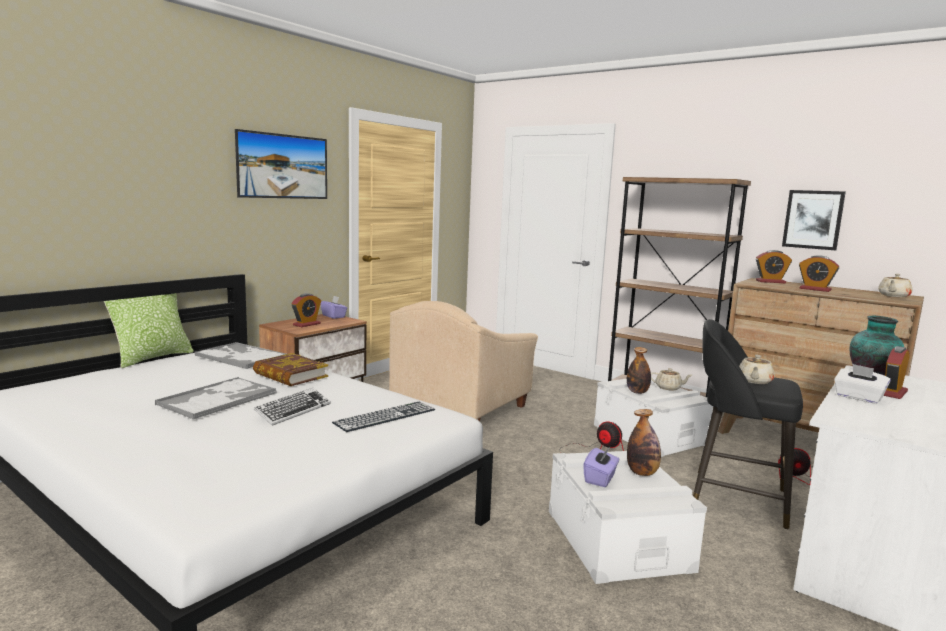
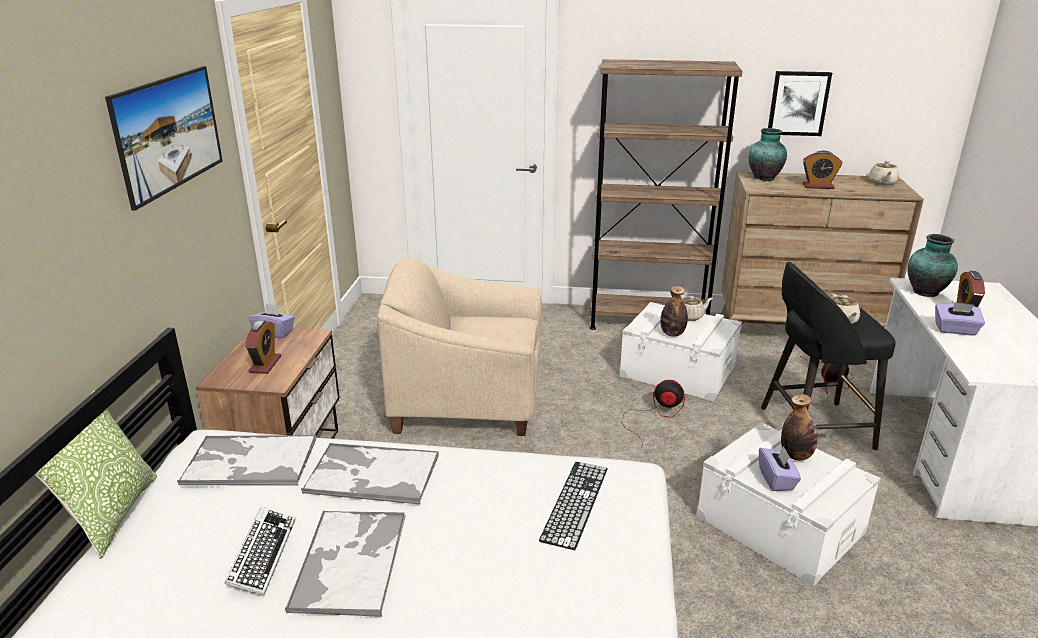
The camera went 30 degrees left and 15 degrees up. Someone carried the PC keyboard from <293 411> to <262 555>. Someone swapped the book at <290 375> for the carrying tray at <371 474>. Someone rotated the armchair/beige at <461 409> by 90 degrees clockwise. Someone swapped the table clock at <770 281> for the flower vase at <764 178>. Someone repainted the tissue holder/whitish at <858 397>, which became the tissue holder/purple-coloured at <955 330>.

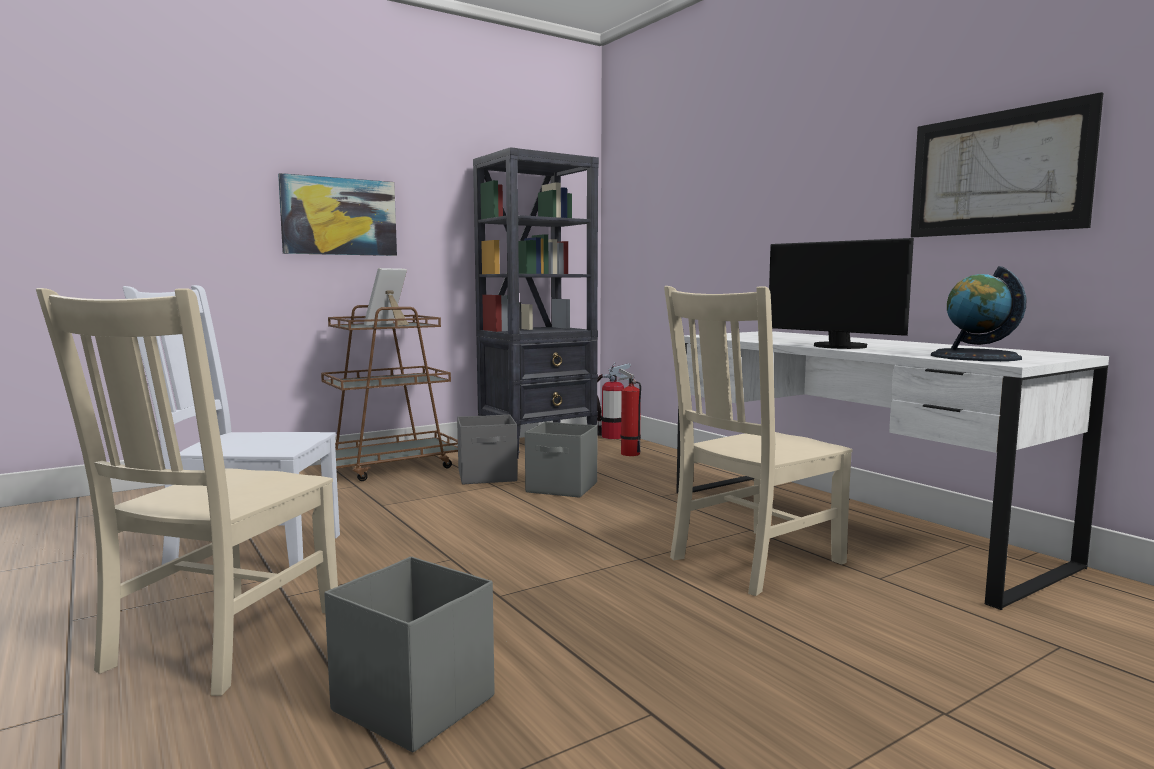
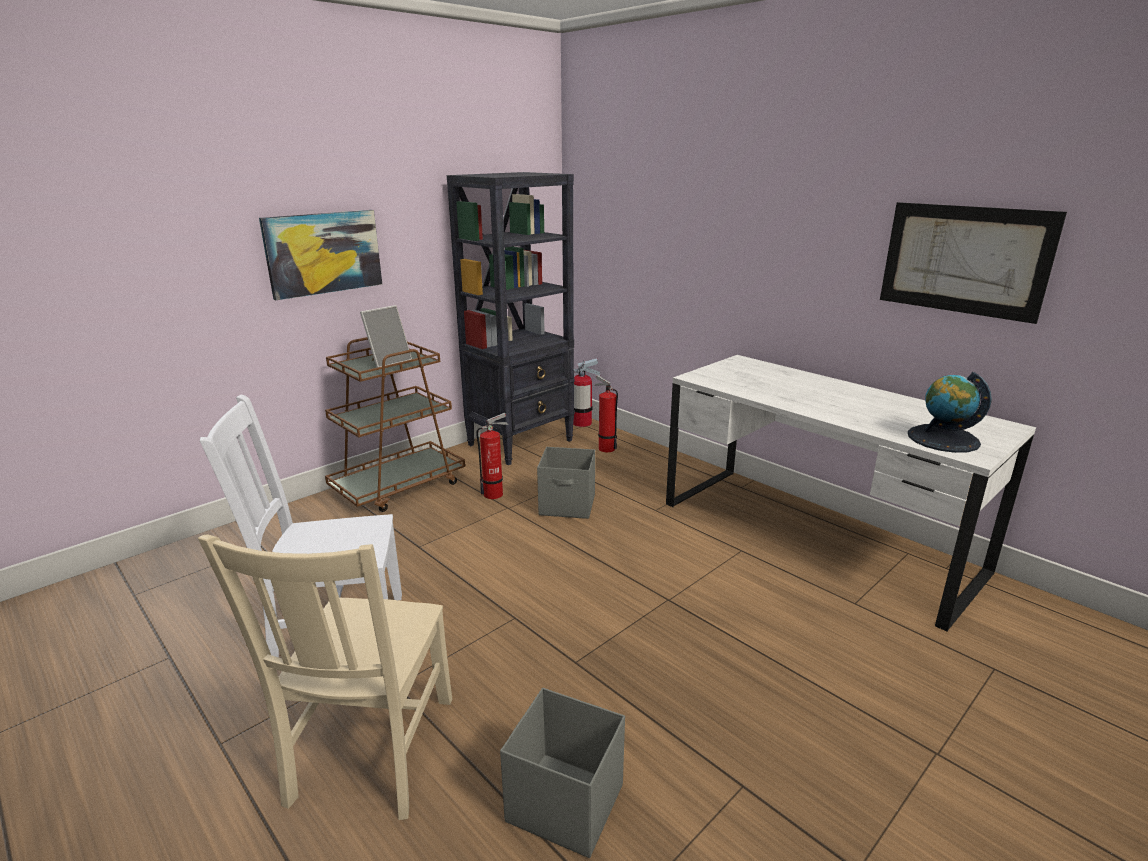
The camera went 10 degrees left and 15 degrees up. Someone rotated the photo frame at <388 325> by 150 degrees counterclockwise. Someone swapped the storage bin/greyish at <488 476> for the fire-fighting cylinder at <495 494>. Someone took away the chair/beige at <752 561>. Someone took away the monitor at <837 346>.

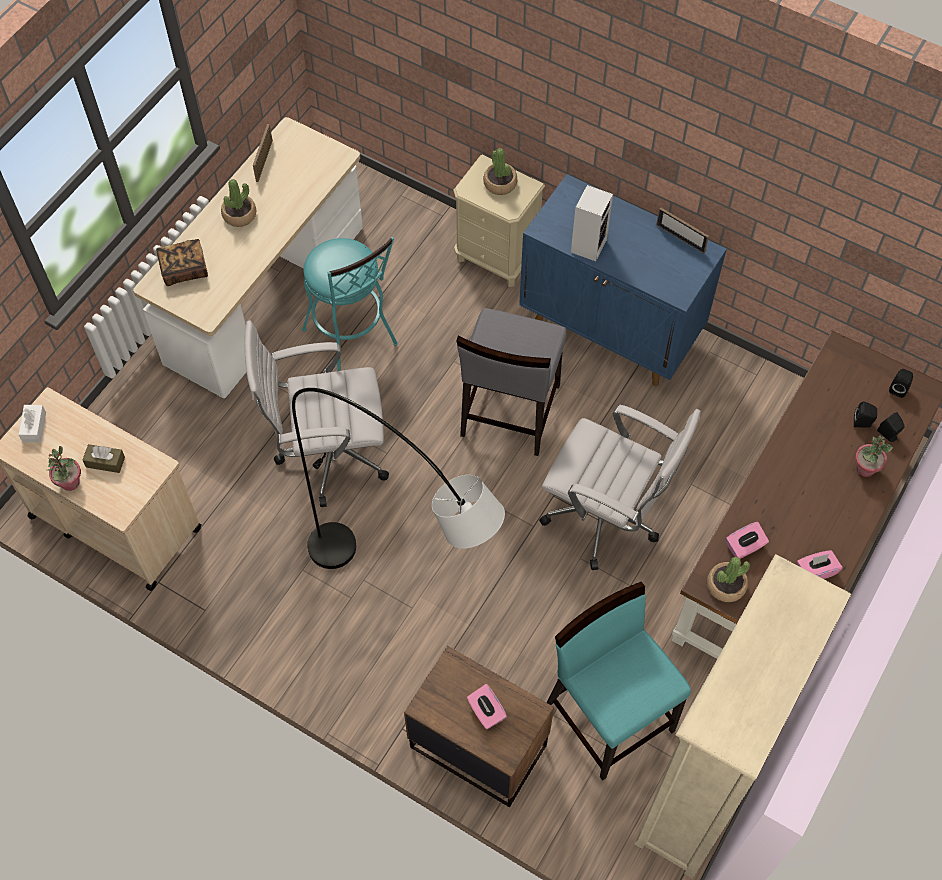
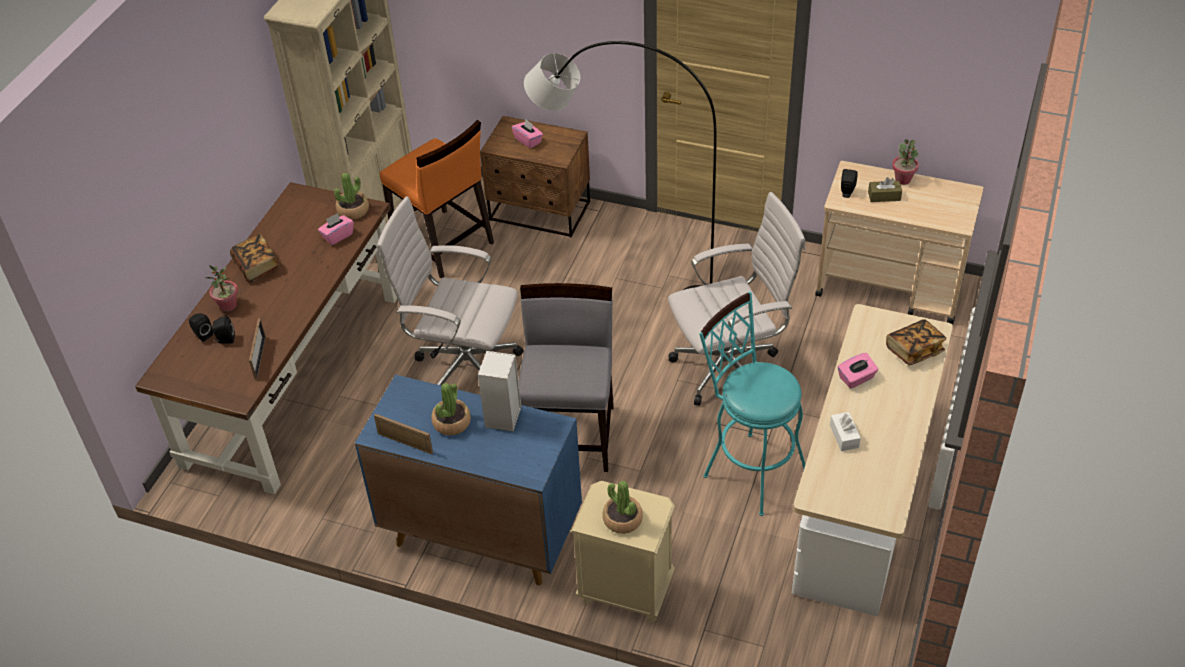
The camera went 170 degrees right and 15 degrees down. Someone put down the book at <257 266>. Someone carried the photo frame from <264 161> to <260 358>. Someone repainted the chair/turquoise at <610 715>, which became the chair/orangey at <443 244>. Someone carried the potted plant from <239 215> to <451 422>. Someone carried the tissue holder/whitish from <34 427> to <844 436>. Someone carried the tissue holder/pink from <815 571> to <856 378>. Someone carried the speaker/blackish from <898 388> to <846 193>.

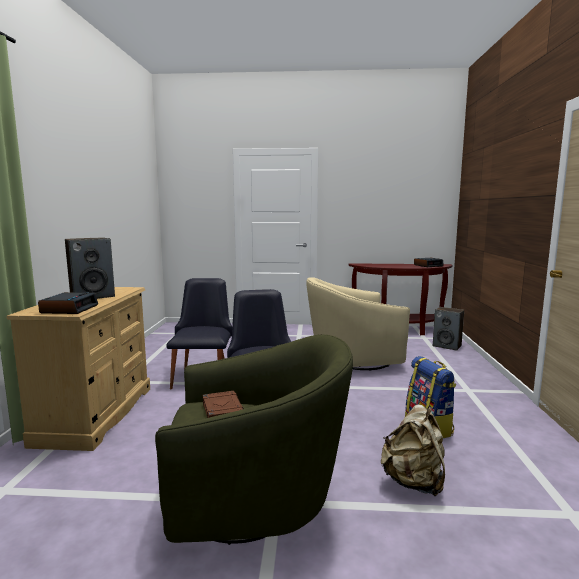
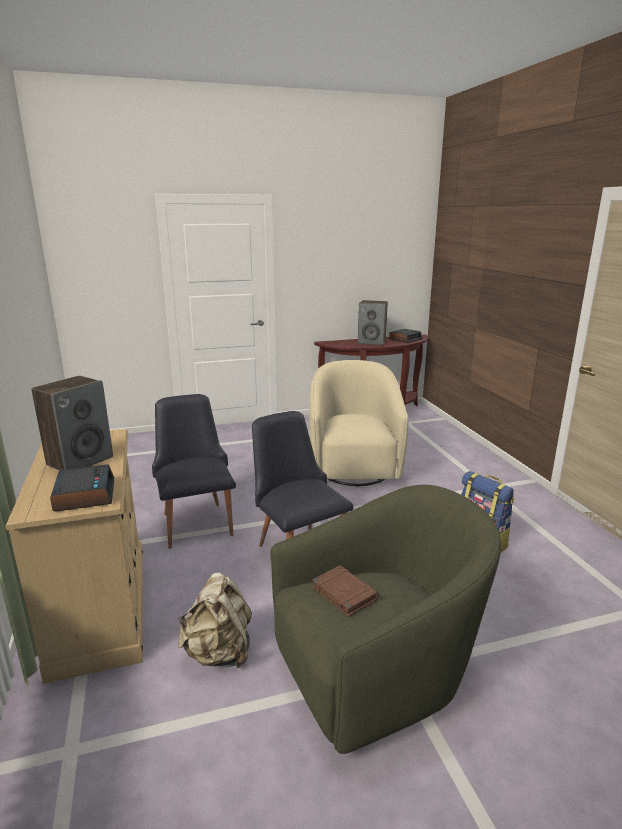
The camera went 20 degrees left and 10 degrees up. Someone carried the backpack/beige from <414 482> to <219 653>. Someone rotated the armchair/beige at <353 360> by 120 degrees clockwise. Someone carried the speaker from <447 346> to <372 342>.

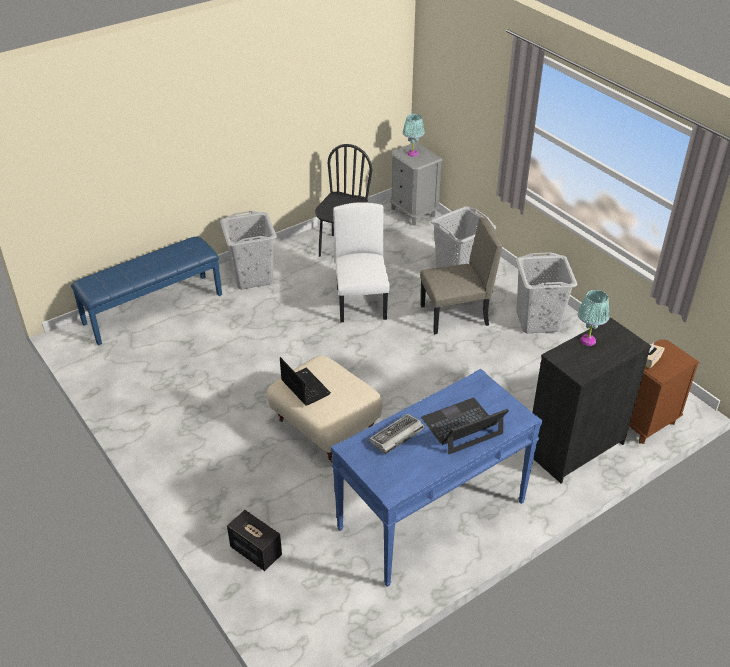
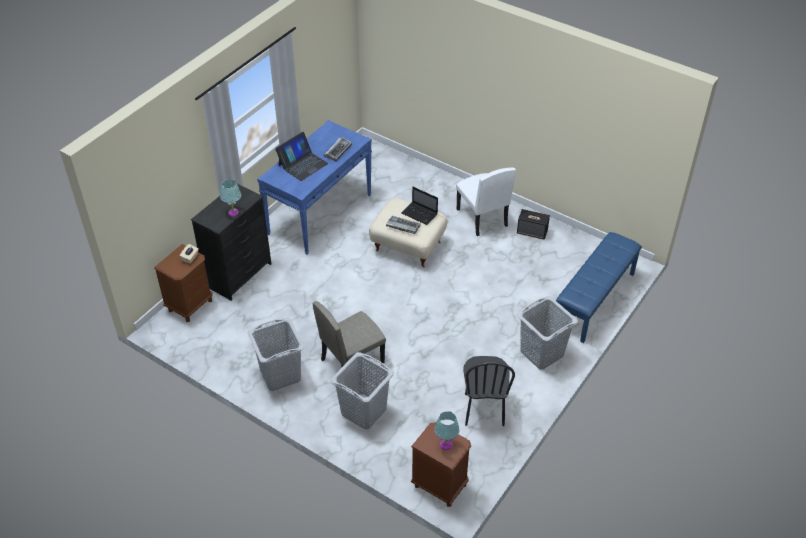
The camera went 160 degrees right and 5 degrees up. Someone put down the PC keyboard at <402 226>. Someone repainted the nightstand/greyish at <413 212>, which became the nightstand/brown at <439 486>. Someone carried the chair/whitish from <361 303> to <481 217>. Someone carried the speaker from <255 551> to <532 232>.

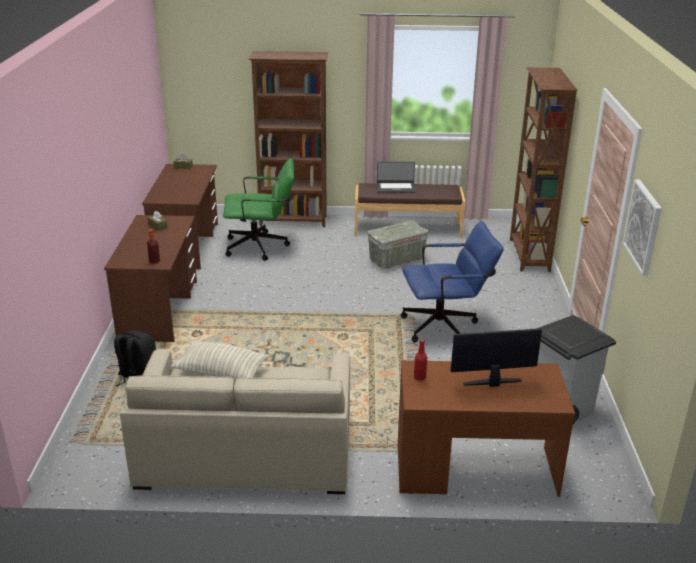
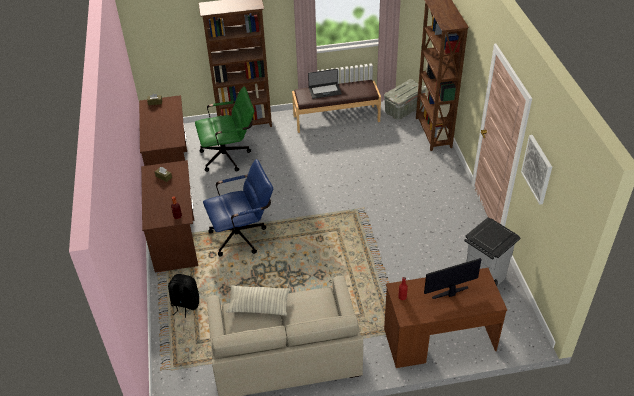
The camera went 10 degrees left and 15 degrees up. Someone carried the office chair/blue-coloured from <446 326> to <243 236>. Someone carried the storage bin/greyish from <397 259> to <403 109>.

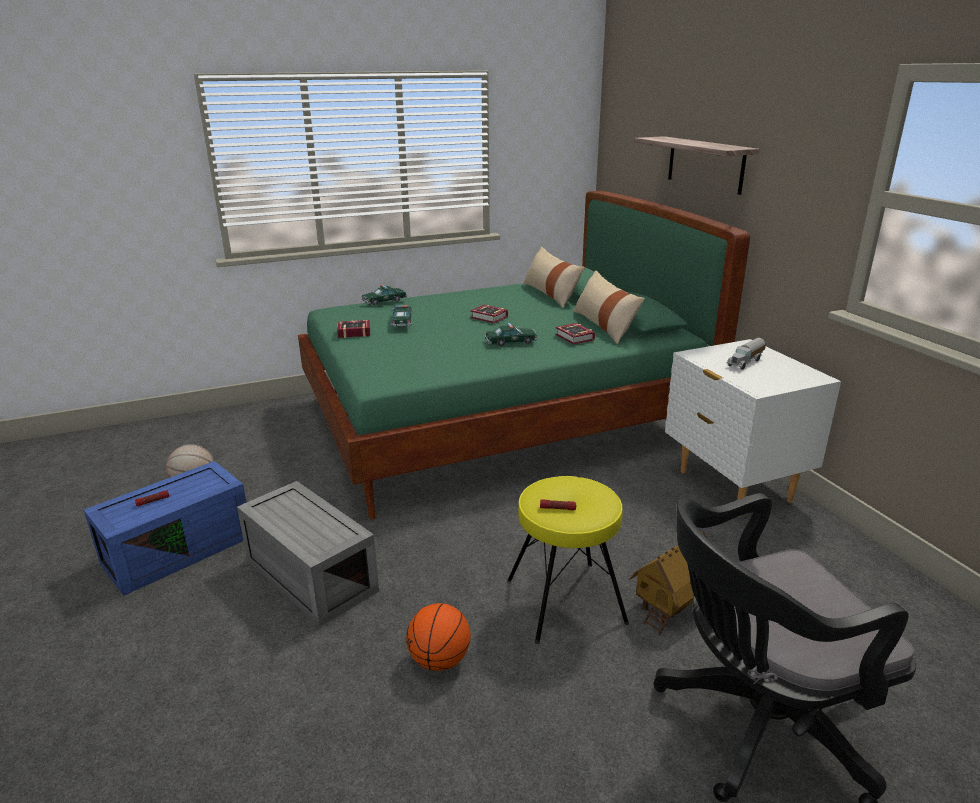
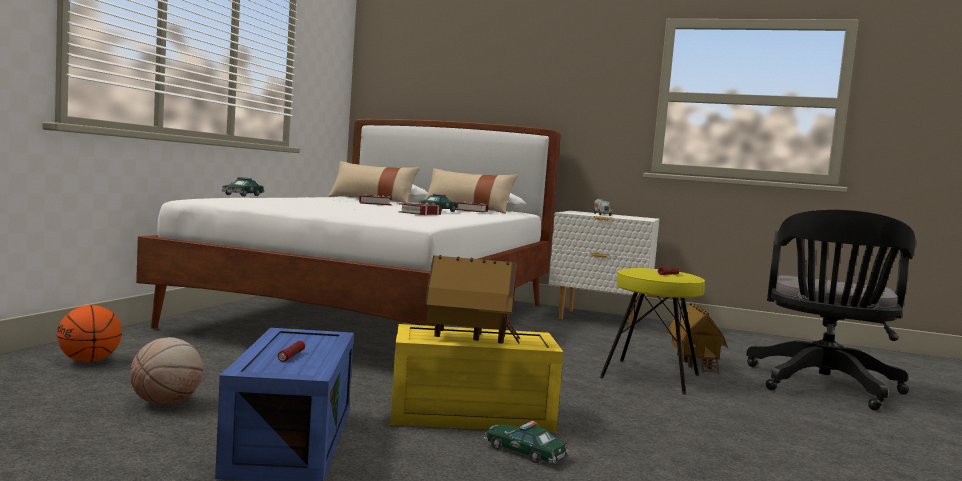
The camera went 50 degrees left and 20 degrees down. Someone carried the basketball ball from <439 661> to <89 361>. Someone repainted the bedroom bed/green-coloured at <500 420>, which became the bedroom bed/whitish at <379 316>. Someone repainted the storage bin/greyish at <308 575>, which became the storage bin/yellowish at <469 415>. Someone carried the book from <352 332> to <418 213>. Someone put down the model house at <469 338>. Someone carried the toy car from <402 321> to <524 452>. Someone took away the shelf at <705 164>.

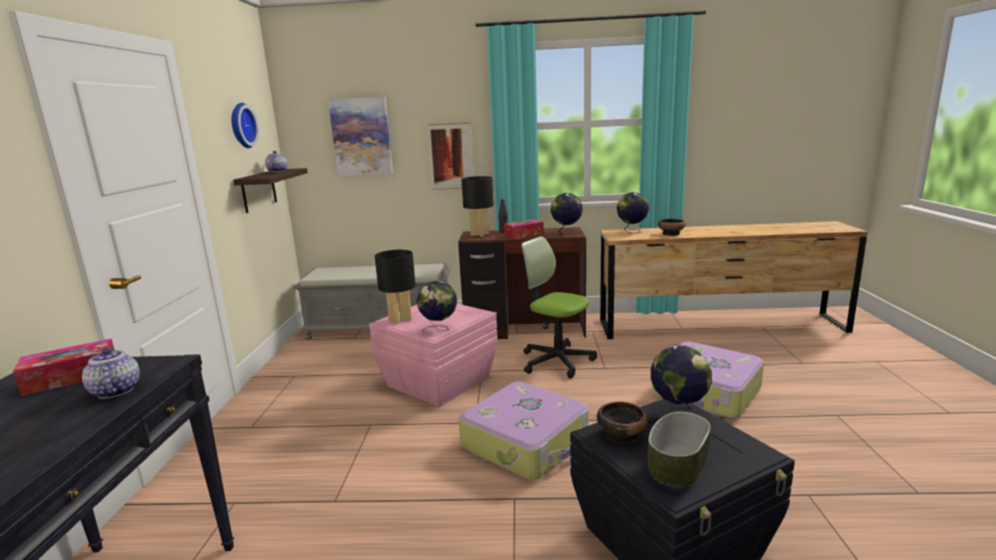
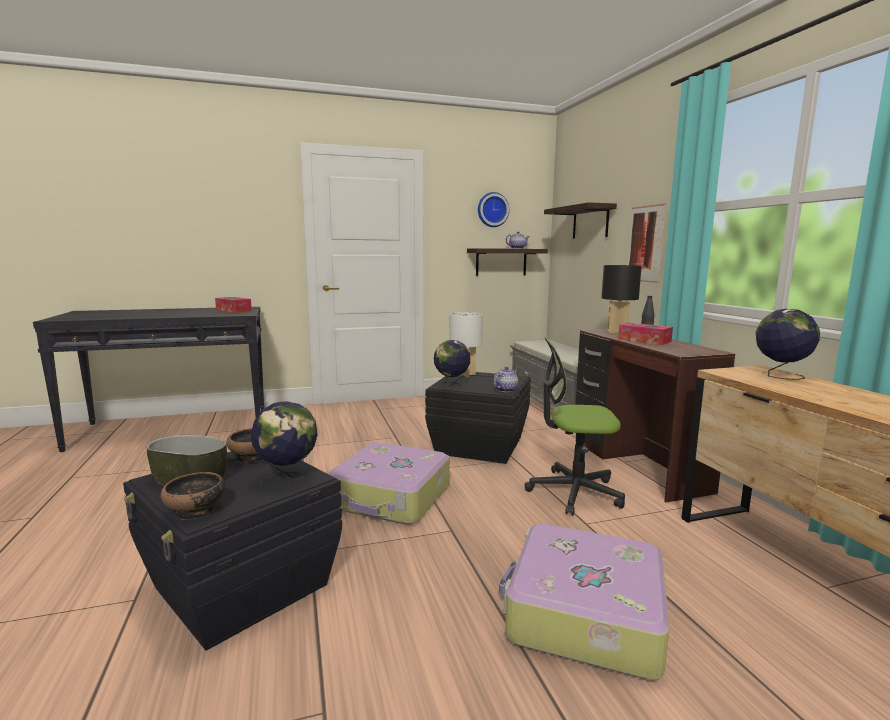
The camera went 70 degrees right and 5 degrees down. Someone carried the bowl from <671 234> to <196 511>. Someone repainted the storage bin/pink at <437 381>, which became the storage bin/blackish at <478 445>. Someone repainted the lamp for a table/blackish at <399 320>, which became the lamp for a table/whitish at <464 374>. Someone carried the pot for tea from <115 390> to <505 390>. Someone rotated the office chair at <556 361> by 105 degrees counterclockwise. Someone swapped the wall picture at <361 137> for the shelf at <590 222>. Someone took away the globe at <566 233>.

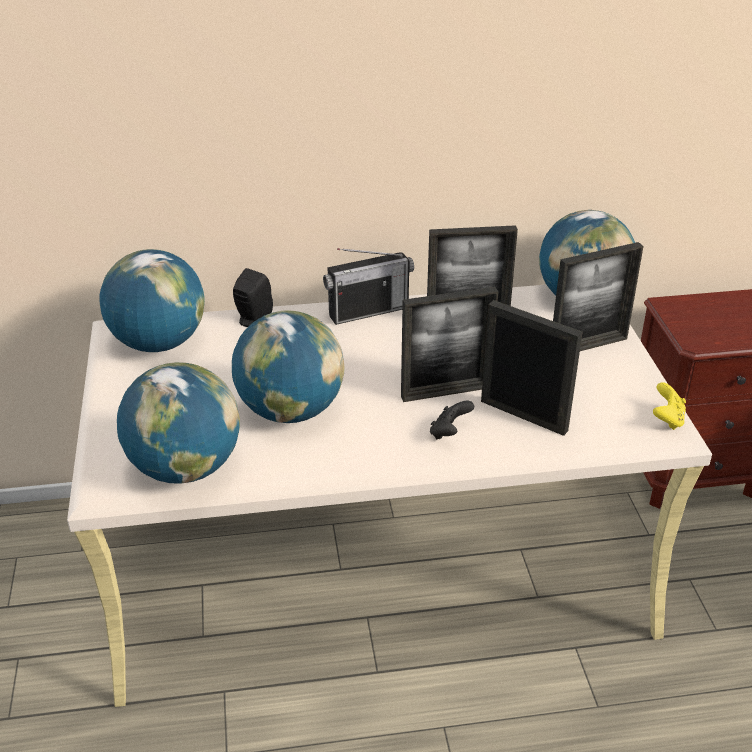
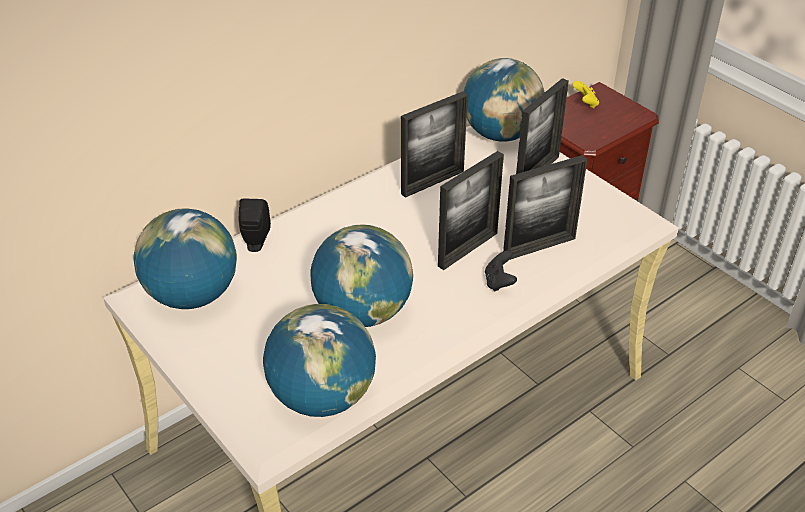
The camera went 30 degrees left and 5 degrees up. Someone rotated the photo frame at <523 416> by 150 degrees clockwise. Someone carried the gamepad/yellowish from <667 419> to <585 104>. Someone took away the radio at <368 311>.

